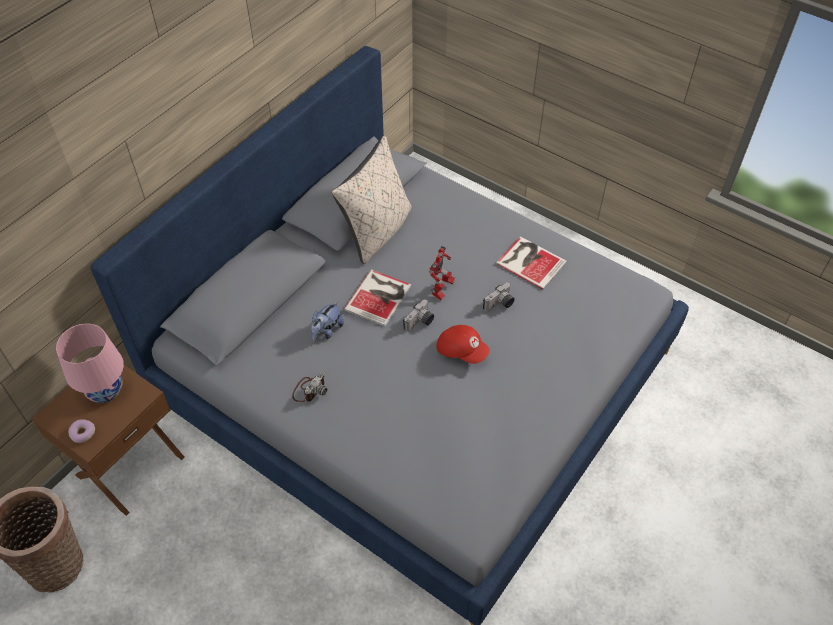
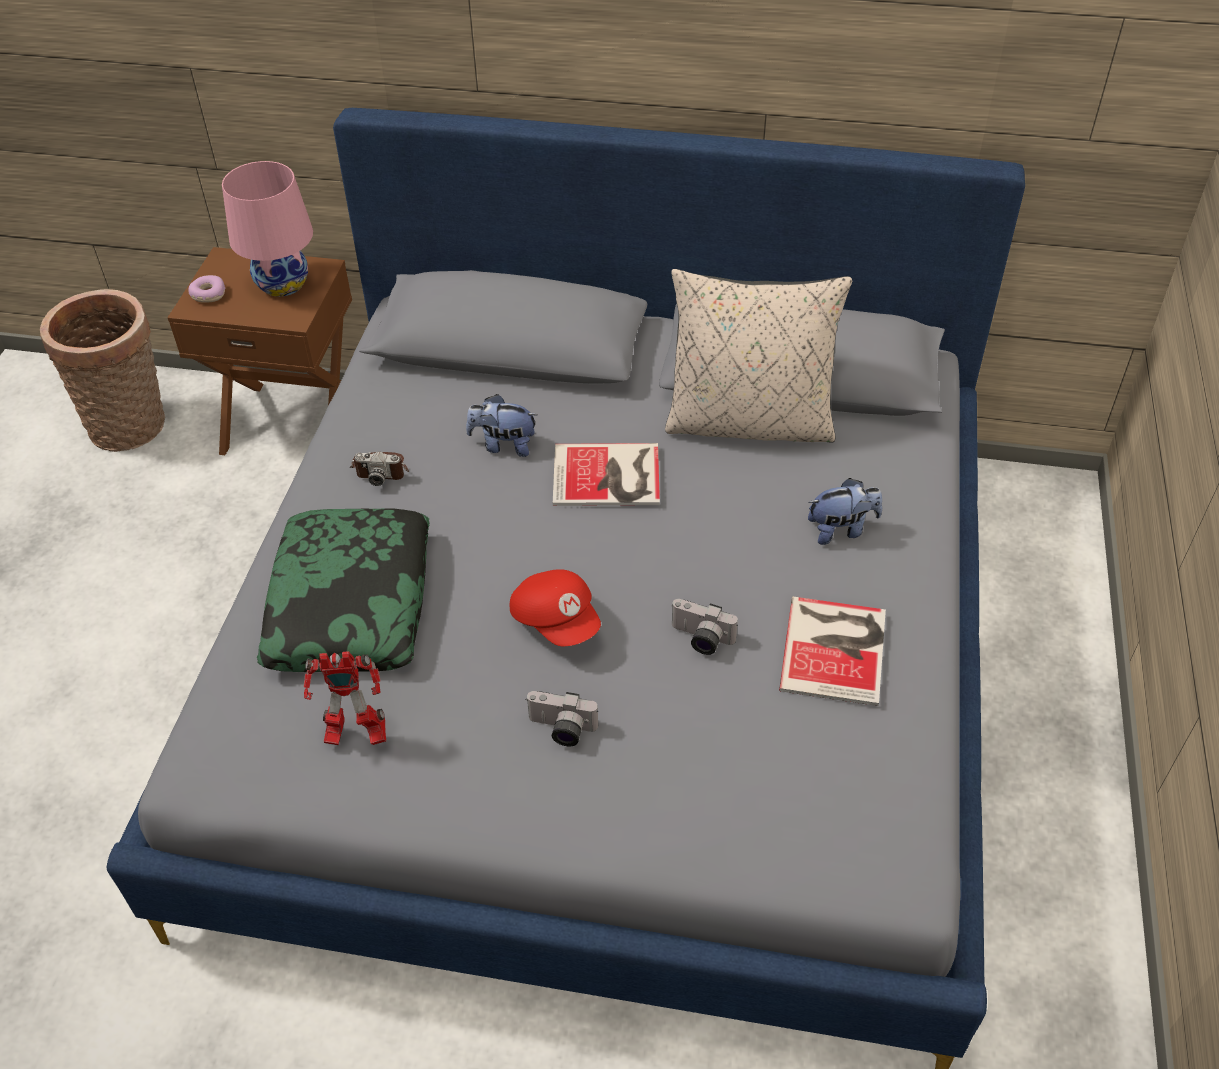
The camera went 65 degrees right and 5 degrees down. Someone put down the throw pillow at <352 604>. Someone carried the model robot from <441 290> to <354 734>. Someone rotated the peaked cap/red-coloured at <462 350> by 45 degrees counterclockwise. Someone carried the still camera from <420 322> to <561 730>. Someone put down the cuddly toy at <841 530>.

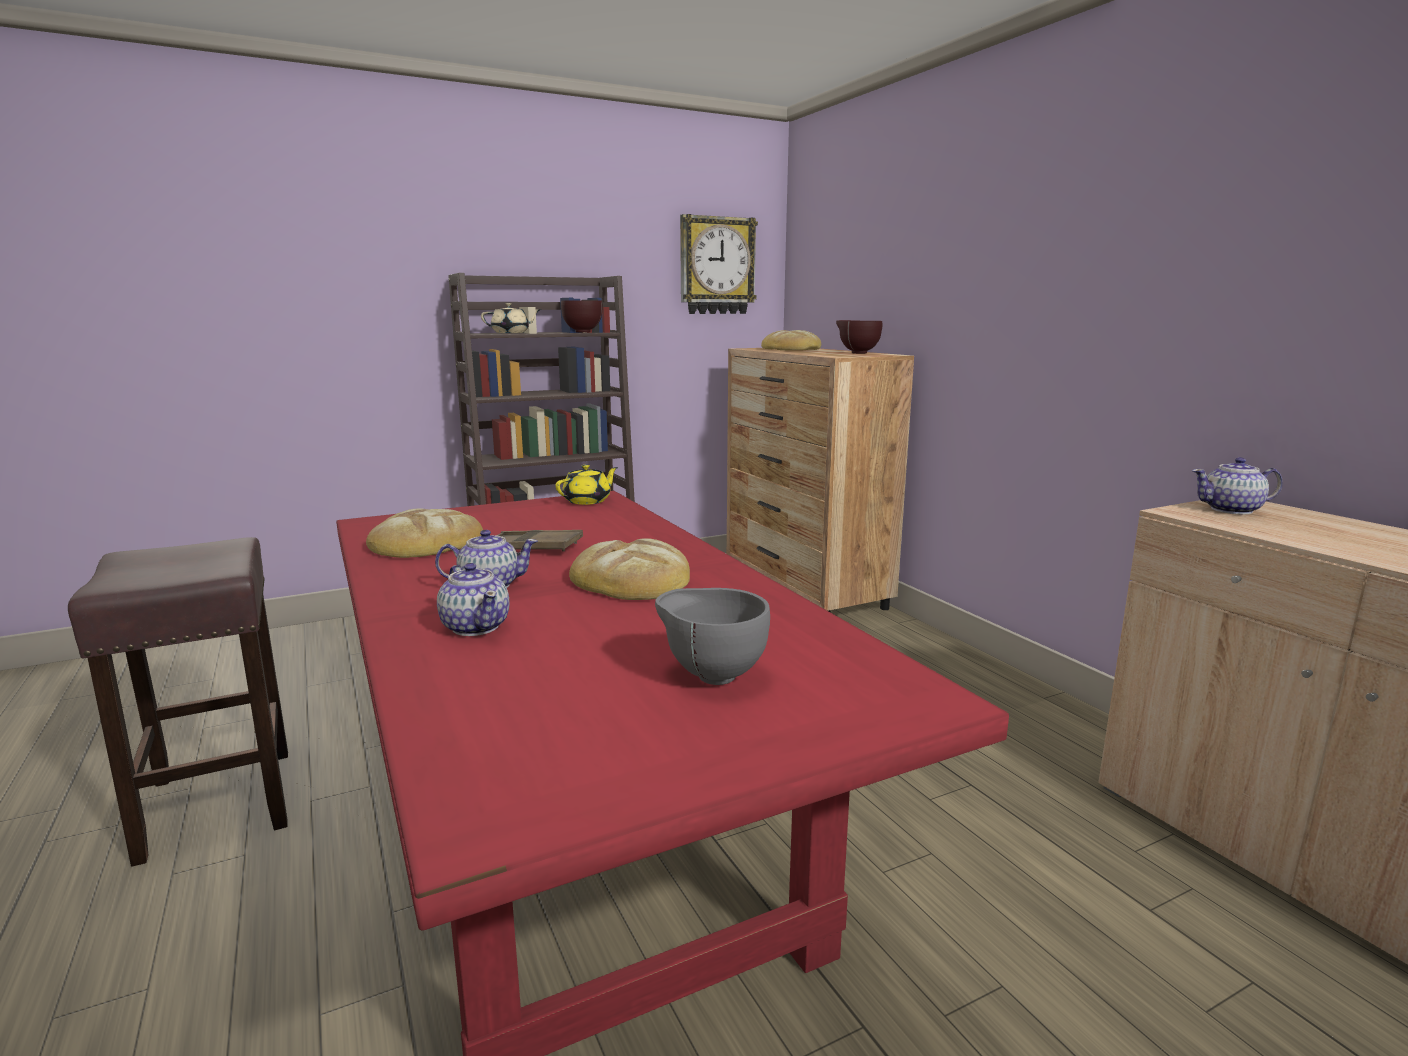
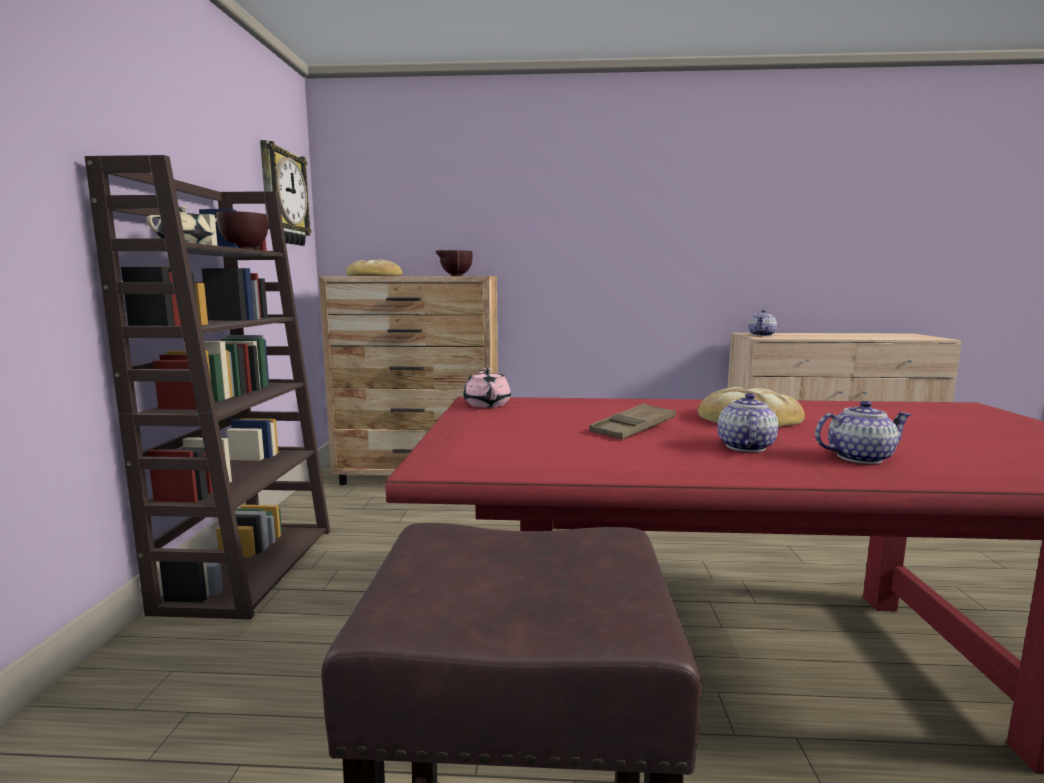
The camera went 60 degrees left and 5 degrees down. Someone repainted the pot for tea/yellowish at <588 501>, which became the pot for tea/pink at <487 404>. Someone took away the baked bread at <425 543>. Someone took away the bowl/greyish at <711 676>.

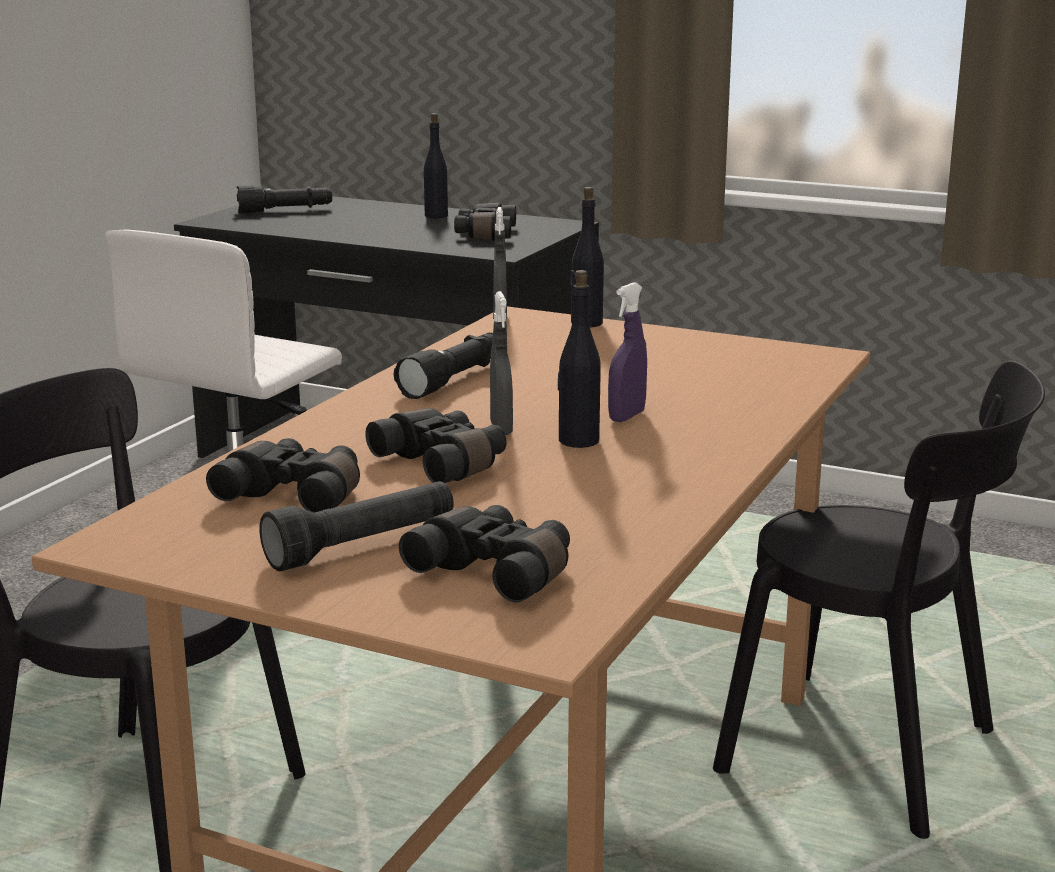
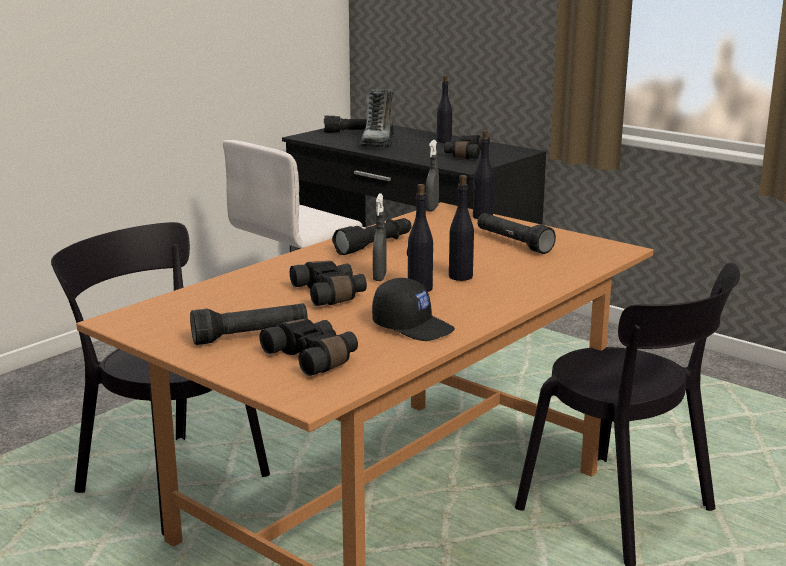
The camera went 15 degrees right and 0 degrees up. Someone put down the high-top boot at <378 143>. Someone put down the peaked cap/blackish at <413 326>. Someone swapped the hand sprayer/purple-coloured at <626 416> for the beverage bottle/blackish at <461 276>. Someone put down the torch/blackish at <513 243>. Someone took away the binoculars/blackish at <296 494>.

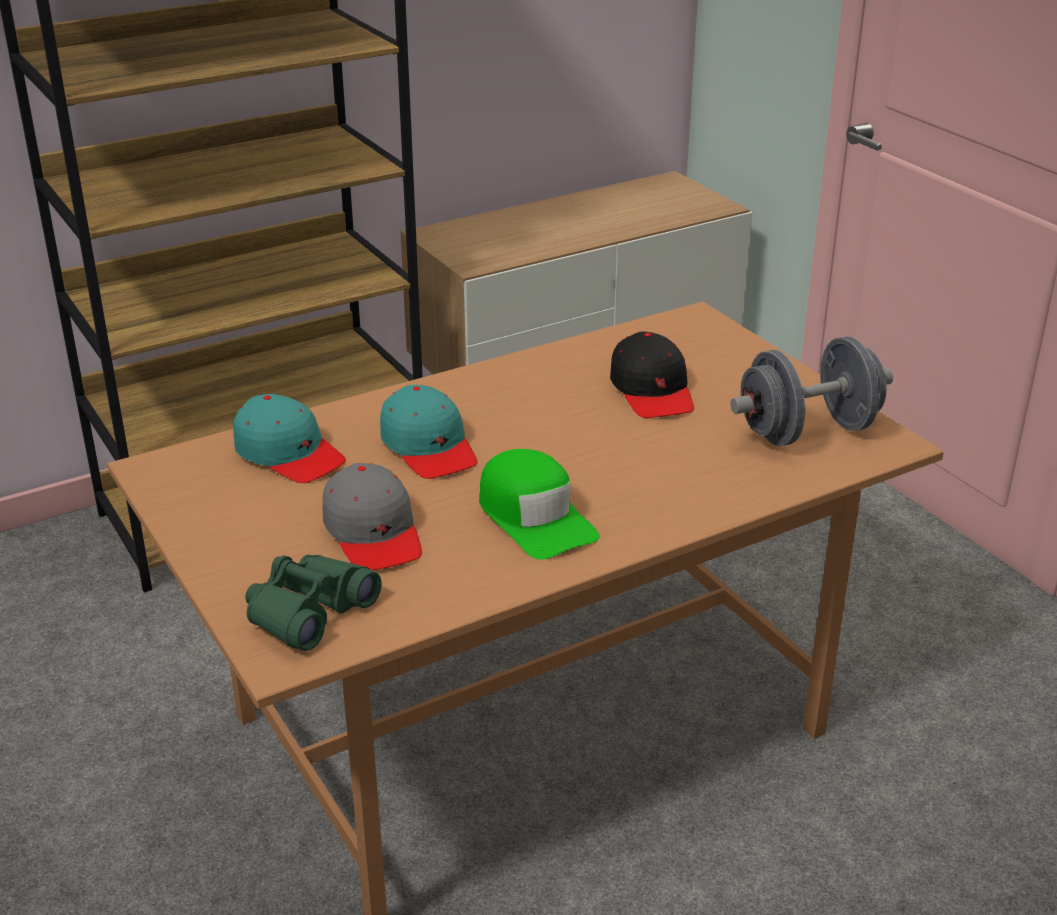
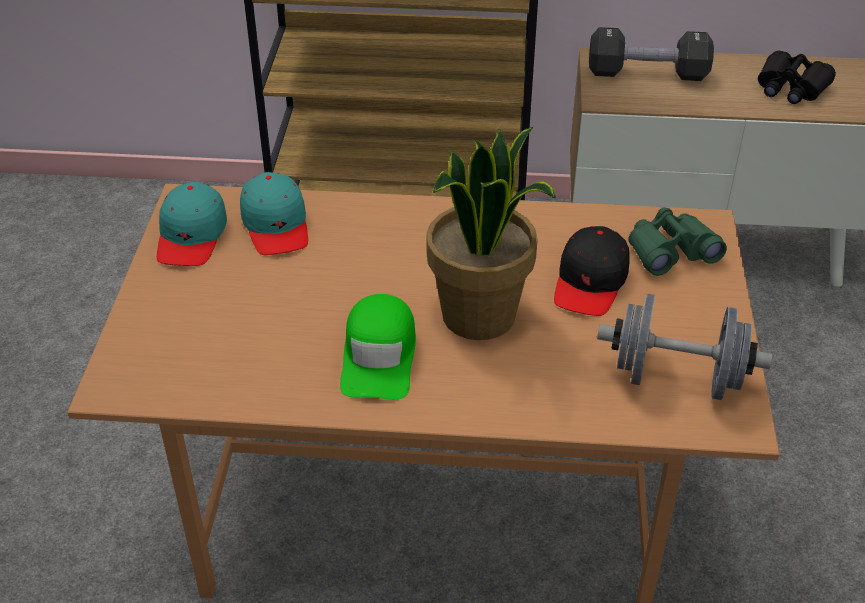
The camera went 35 degrees right and 10 degrees up. Someone carried the peaked cap/turquoise from <429 447> to <192 236>. Someone put down the potted plant at <480 316>. Someone put down the dumbbell/blackish at <647 73>. Someone carried the binoculars/green-coloured from <308 612> to <670 251>. Someone put down the binoculars/blackish at <790 88>. Someone took away the peaked cap/greyish at <373 533>.

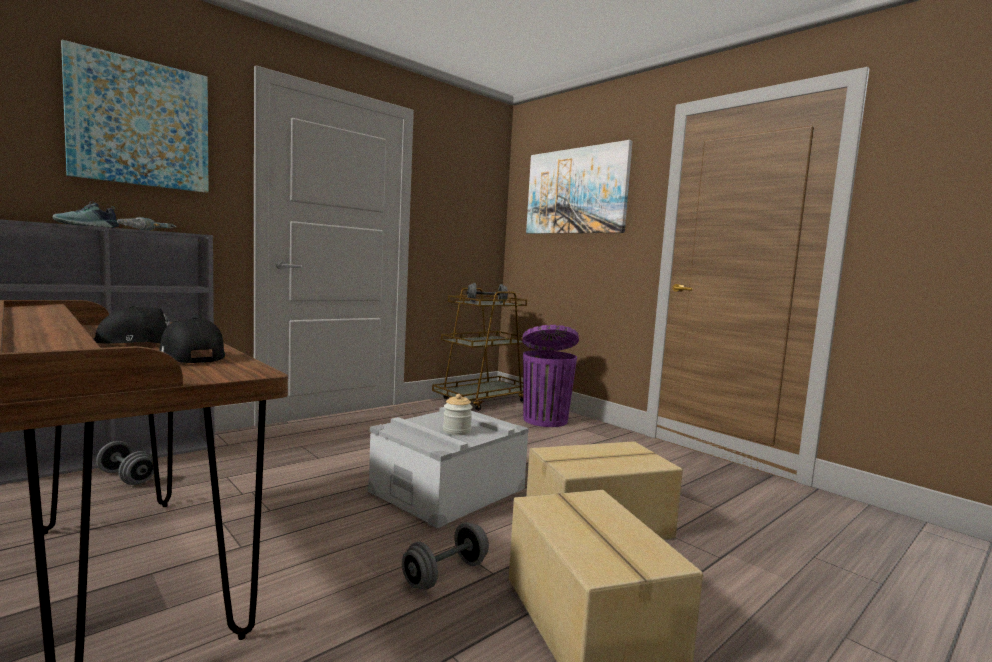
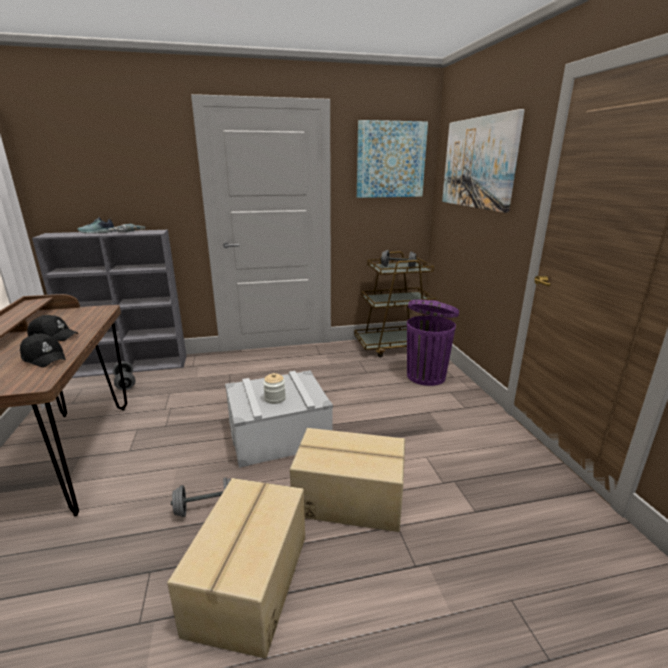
The camera went 30 degrees right and 15 degrees up. Someone rotated the peaked cap/blackish at <191 356> by 135 degrees clockwise. Someone carried the wall picture from <140 123> to <390 160>.

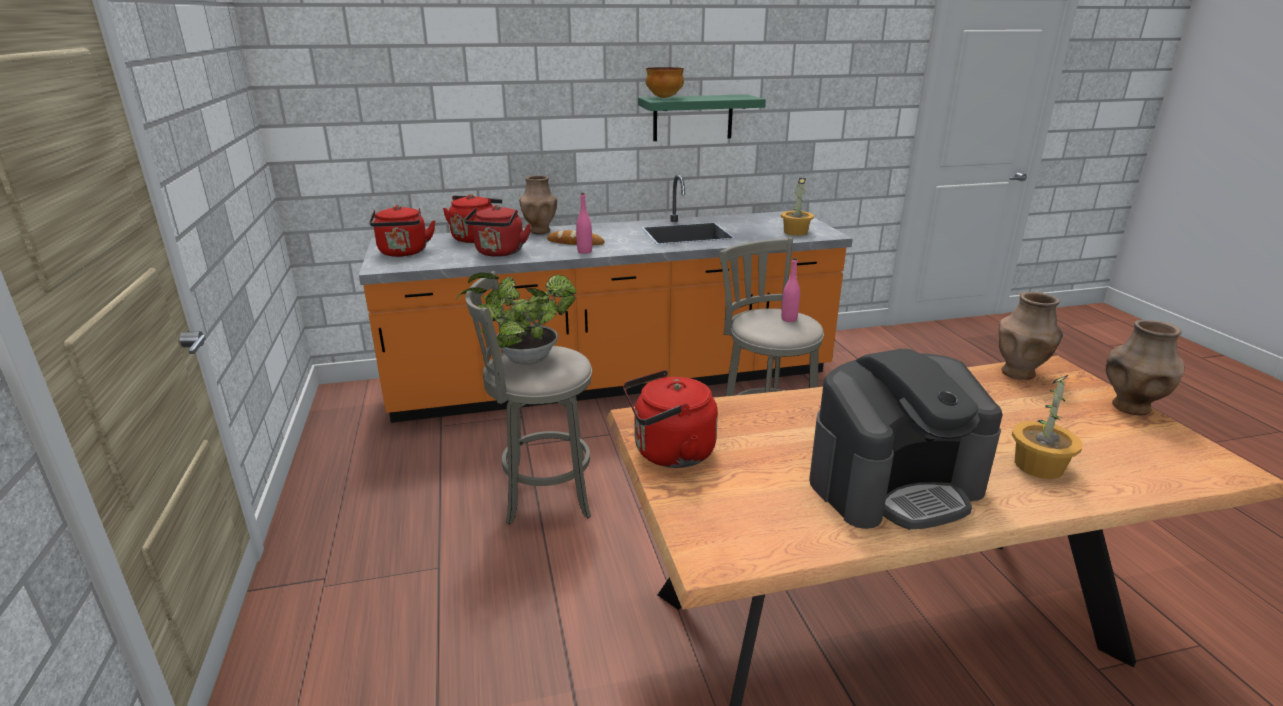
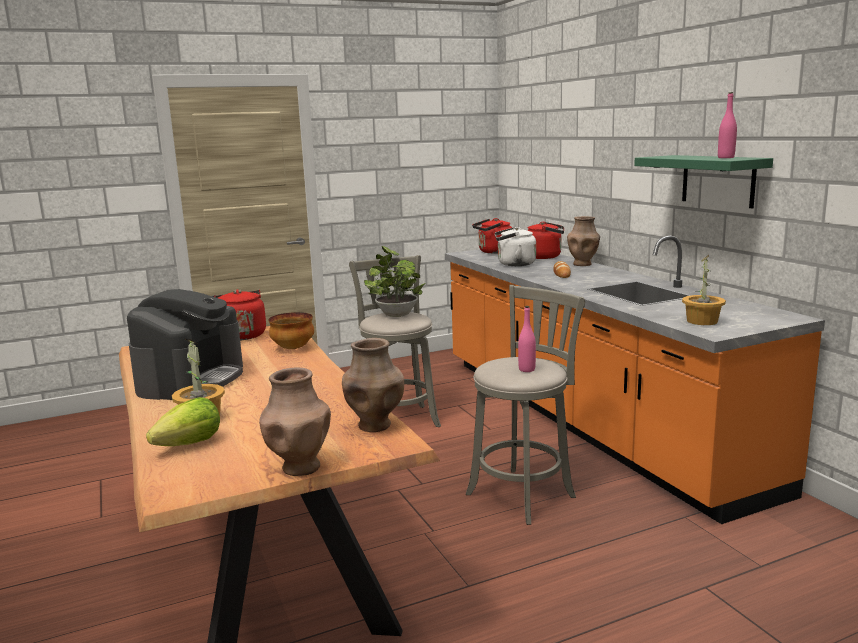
The camera went 80 degrees right and 10 degrees down. Someone rotated the coffee brewer at <894 484> by 135 degrees counterclockwise. Someone put down the head of lettuce at <190 444>. Someone carried the bowl from <664 97> to <293 348>. Someone repainted the kettle/red-coloured at <499 253>, which became the kettle/whitish at <514 264>. Someone carried the beverage bottle/pink from <584 251> to <726 157>.

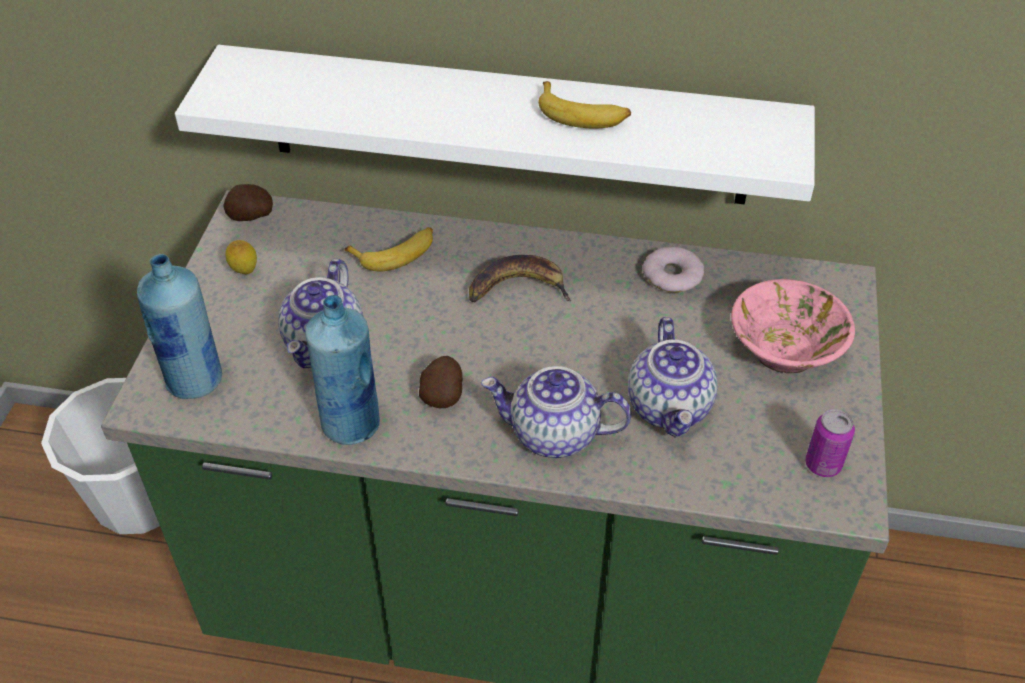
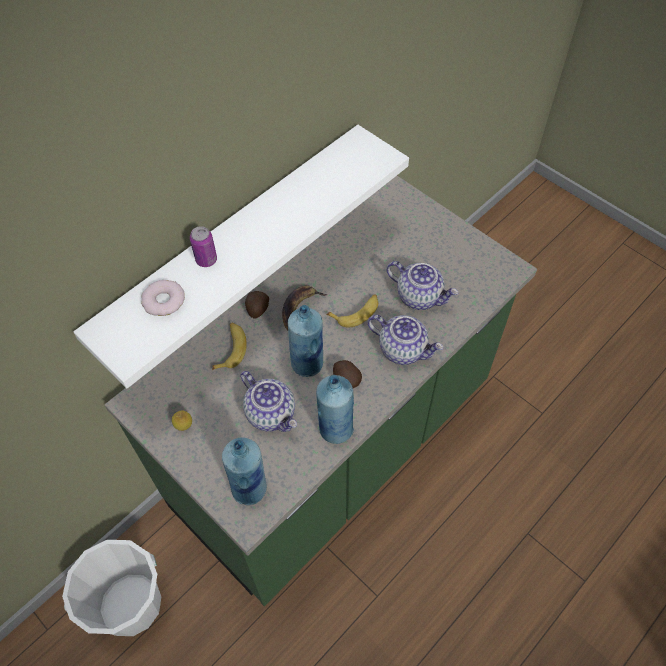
The camera went 55 degrees left and 10 degrees up. Someone carried the doughnut from <672 275> to <164 301>. Someone carried the can from <823 464> to <206 260>. Someone carried the spud from <250 216> to <257 310>. Someone put down the beverage bottle/blue-coloured at <307 363>. Someone carried the banana from <582 114> to <356 312>. Someone rotated the pot for tea at <553 434> by 105 degrees counterclockwise. Someone took away the bowl/pink at <786 349>.

